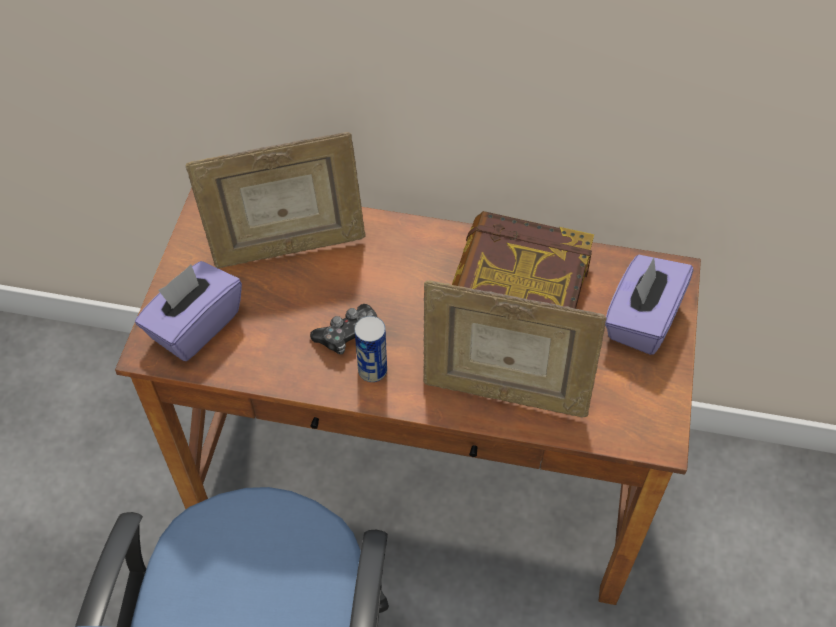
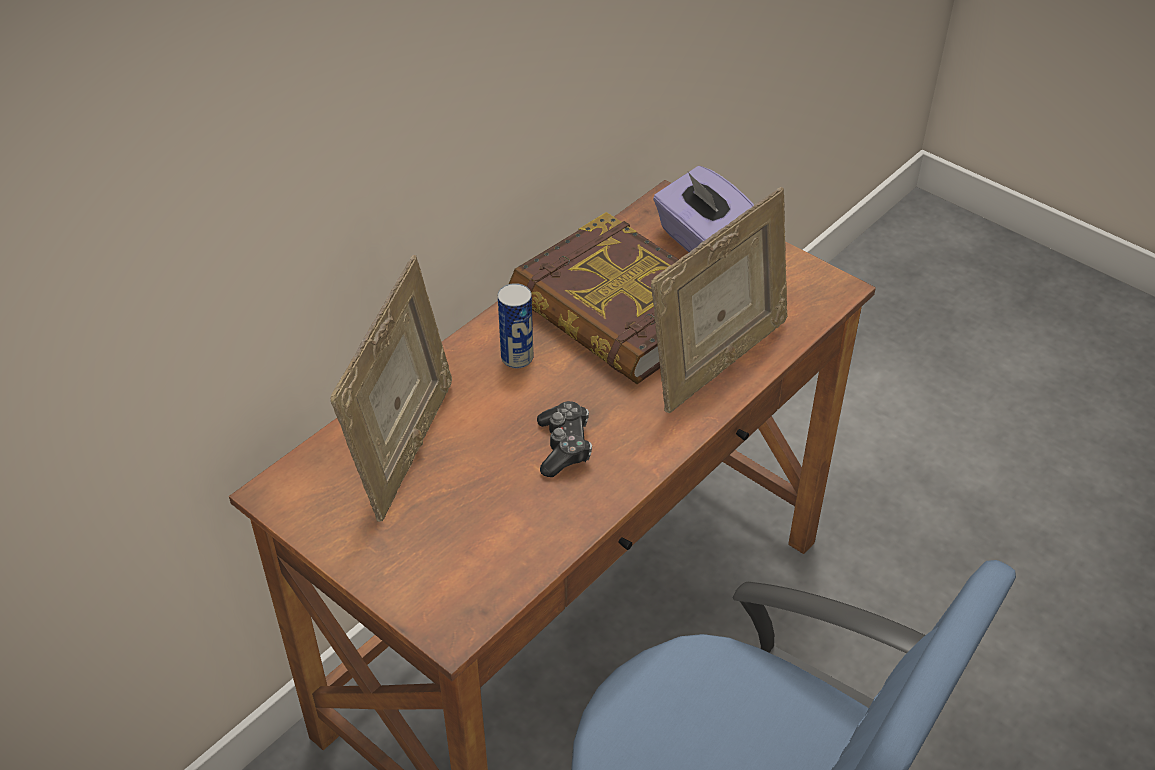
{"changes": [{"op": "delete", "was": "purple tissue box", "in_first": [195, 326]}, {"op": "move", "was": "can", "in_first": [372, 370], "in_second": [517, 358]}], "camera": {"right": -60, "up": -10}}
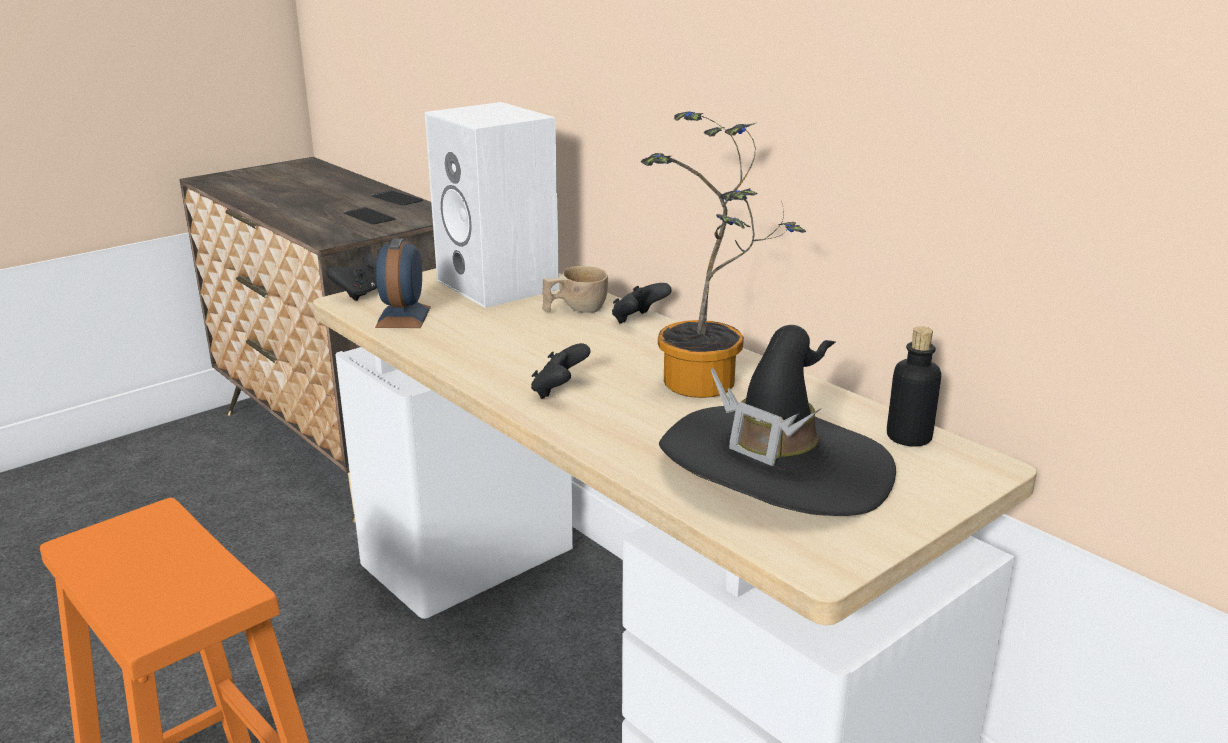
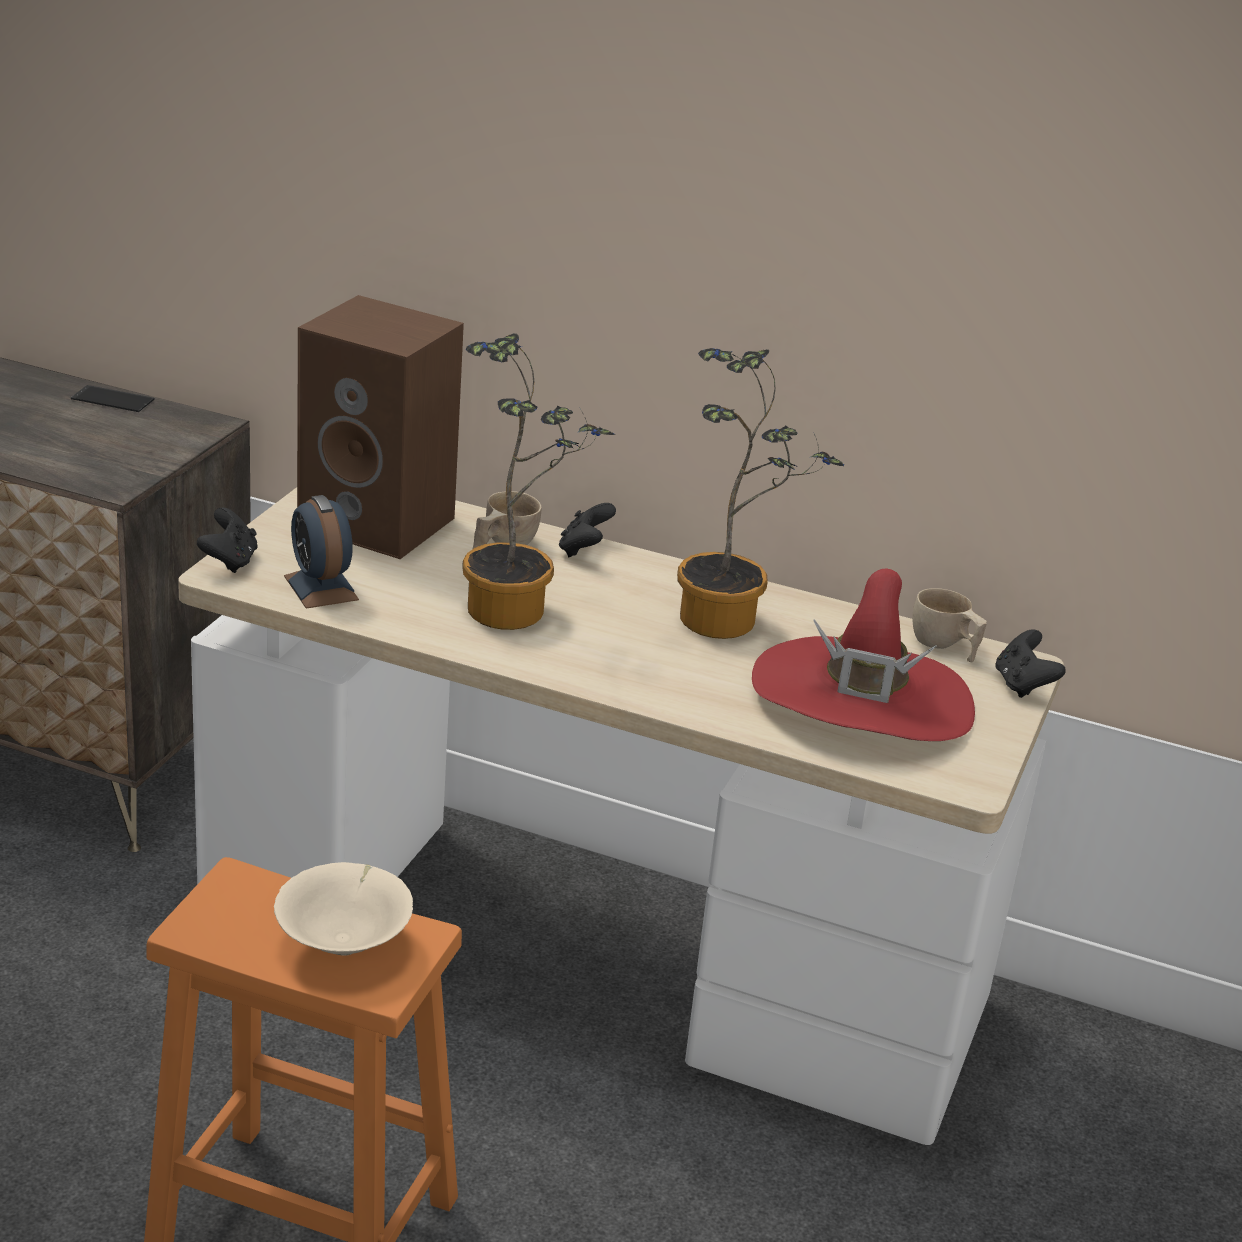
{"changes": [{"op": "delete", "was": "phone", "in_first": [369, 216]}, {"op": "insert", "now": "beige bowl", "in_second": [345, 943]}, {"op": "insert", "now": "potted plant", "in_second": [517, 610]}, {"op": "move", "was": "black game controller", "in_first": [559, 391], "in_second": [1022, 685]}, {"op": "replace", "was": "bottle", "now": "beige cup", "in_first": [909, 437], "in_second": [944, 647]}, {"op": "recolor", "was": "white speaker", "now": "brown speaker", "in_first": [501, 285], "in_second": [381, 522]}, {"op": "recolor", "was": "black hat", "now": "red hat", "in_first": [775, 467], "in_second": [862, 700]}], "camera": {"right": -30, "up": 5}}
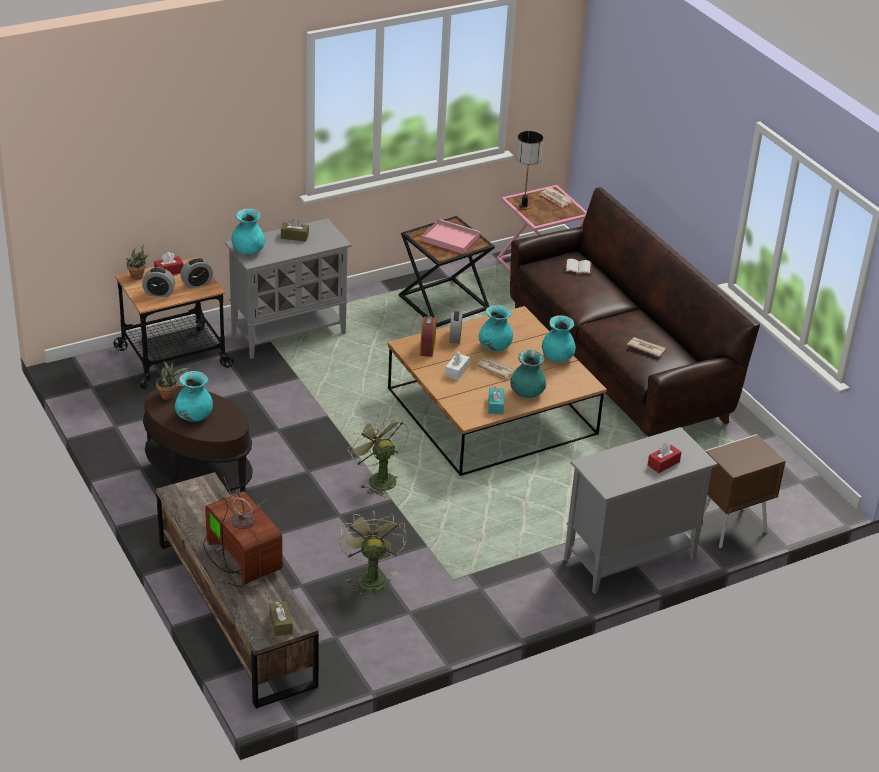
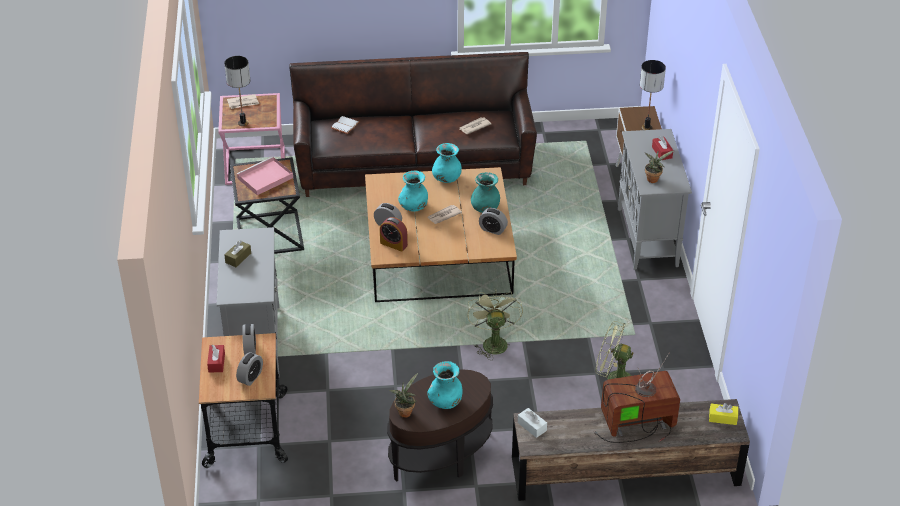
{"changes": [{"op": "delete", "was": "turquoise vase", "in_first": [248, 251]}, {"op": "insert", "now": "table lamp", "in_second": [647, 128]}, {"op": "move", "was": "potted plant", "in_first": [138, 276], "in_second": [653, 179]}, {"op": "move", "was": "white tissue box", "in_first": [457, 371], "in_second": [532, 426]}, {"op": "replace", "was": "turquoise tissue box", "now": "alarm clock", "in_first": [495, 405], "in_second": [493, 229]}, {"op": "recolor", "was": "brown tissue box", "now": "yellow tissue box", "in_first": [281, 623], "in_second": [722, 418]}, {"op": "rotate", "was": "green fan", "in_first": [378, 478], "in_second": [493, 342], "clockwise": 90}], "camera": {"right": -65, "up": 5}}
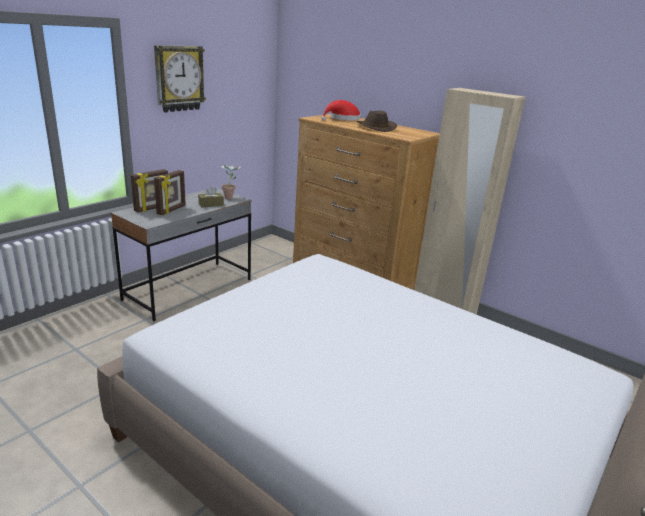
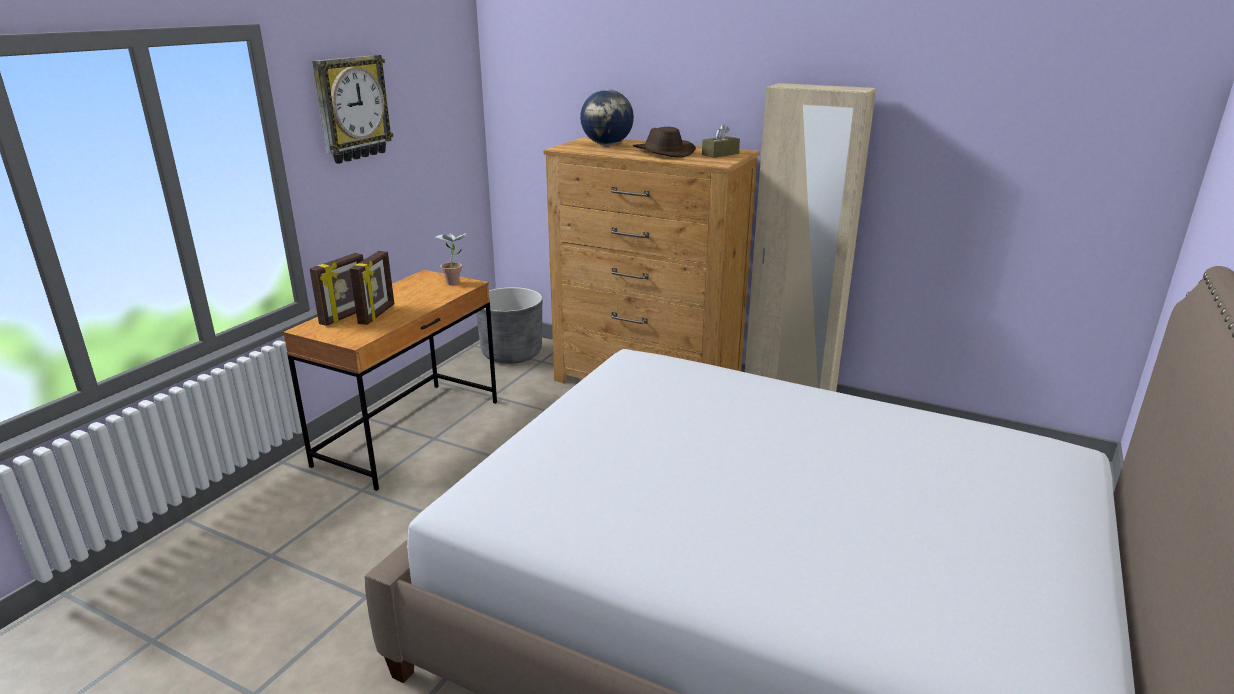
{"changes": [{"op": "insert", "now": "grey planter", "in_second": [511, 353]}, {"op": "move", "was": "brown tissue box", "in_first": [211, 204], "in_second": [720, 154]}, {"op": "replace", "was": "red hat", "now": "globe", "in_first": [342, 119], "in_second": [607, 144]}, {"op": "recolor", "was": "grey desk", "now": "brown desk", "in_first": [189, 289], "in_second": [410, 432]}], "camera": {"right": -10, "up": 0}}
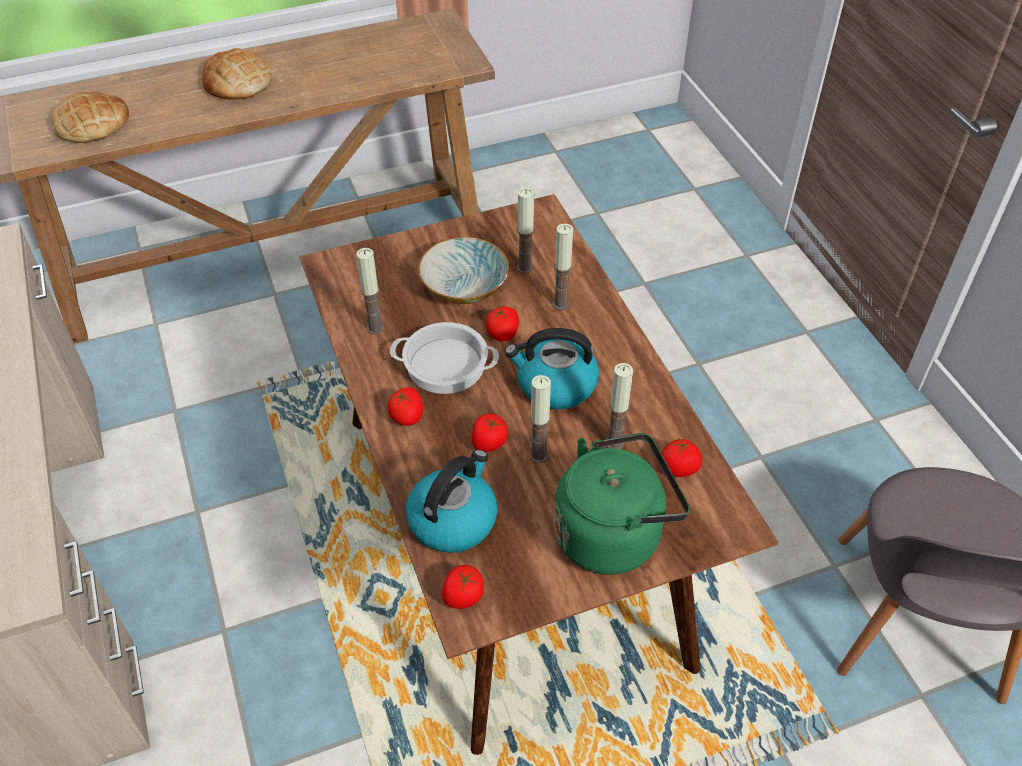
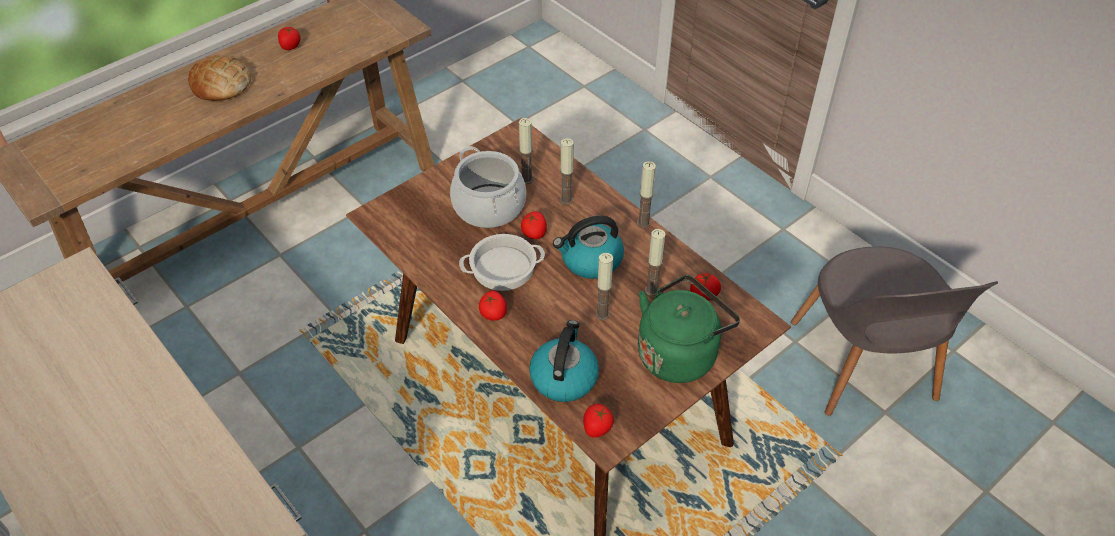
{"changes": [{"op": "delete", "was": "bread", "in_first": [91, 124]}, {"op": "move", "was": "candle", "in_first": [375, 328], "in_second": [643, 223]}, {"op": "move", "was": "tomato", "in_first": [489, 443], "in_second": [290, 46]}, {"op": "replace", "was": "bowl", "now": "cooking pot", "in_first": [465, 288], "in_second": [489, 206]}], "camera": {"right": -20, "up": 0}}
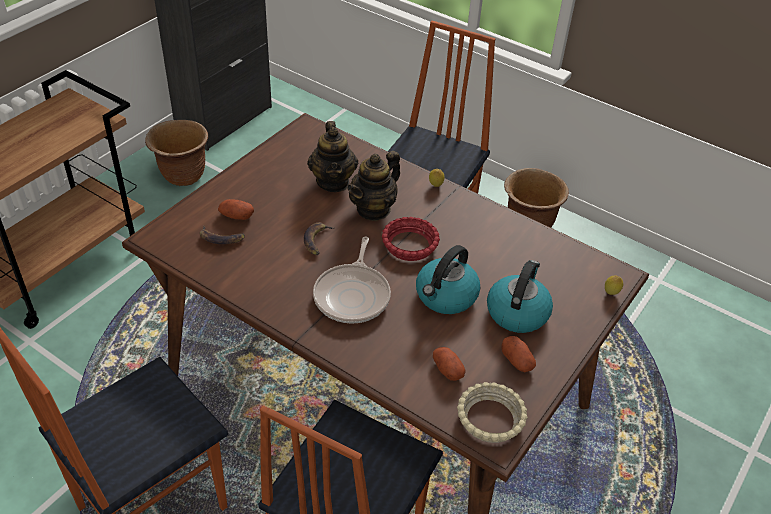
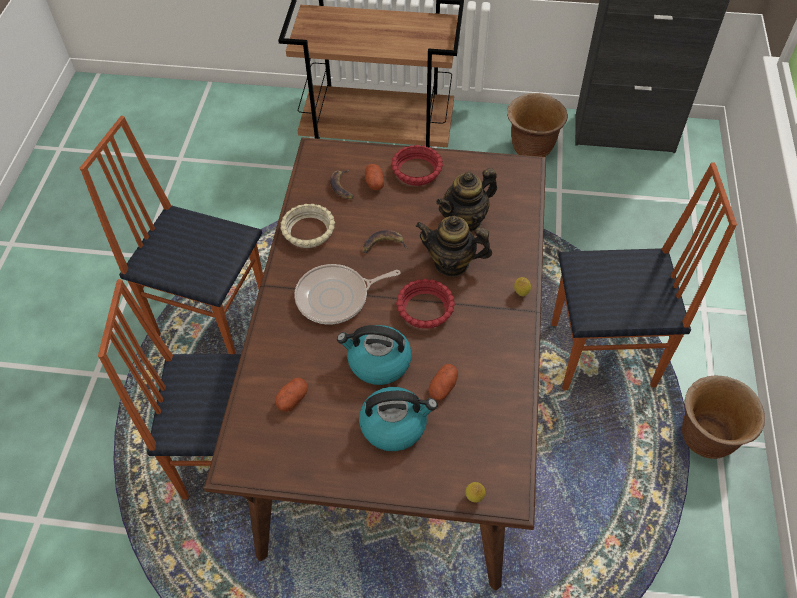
{"changes": [{"op": "insert", "now": "red bowl", "in_second": [417, 170]}, {"op": "move", "was": "beige bowl", "in_first": [491, 419], "in_second": [308, 231]}, {"op": "move", "was": "potato", "in_first": [517, 361], "in_second": [443, 387]}], "camera": {"right": 65, "up": 10}}
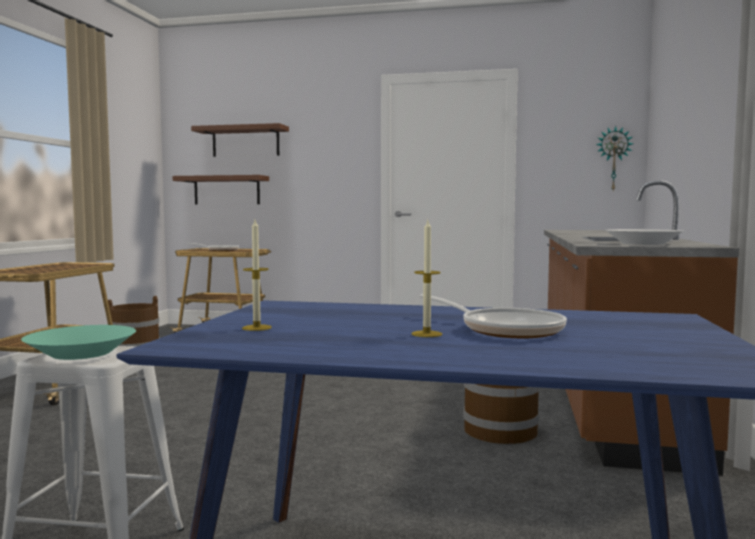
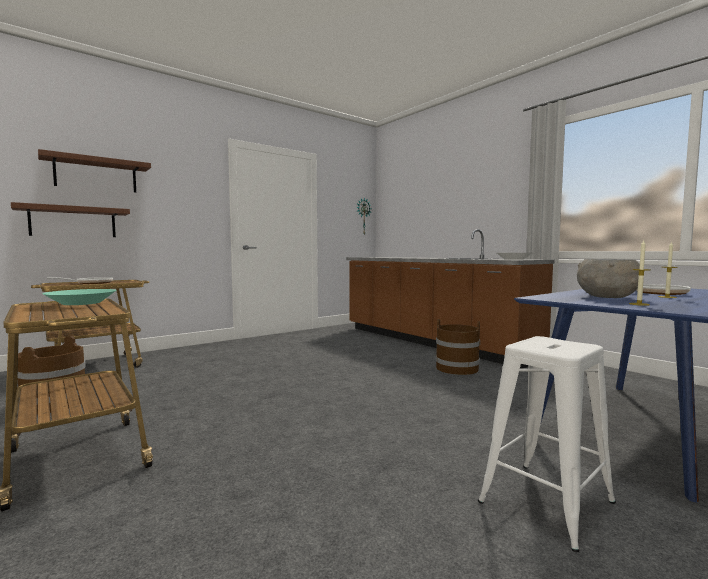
{"changes": [{"op": "insert", "now": "grey bowl", "in_second": [607, 297]}, {"op": "move", "was": "turquoise bowl", "in_first": [81, 353], "in_second": [81, 303]}], "camera": {"right": -50, "up": 0}}
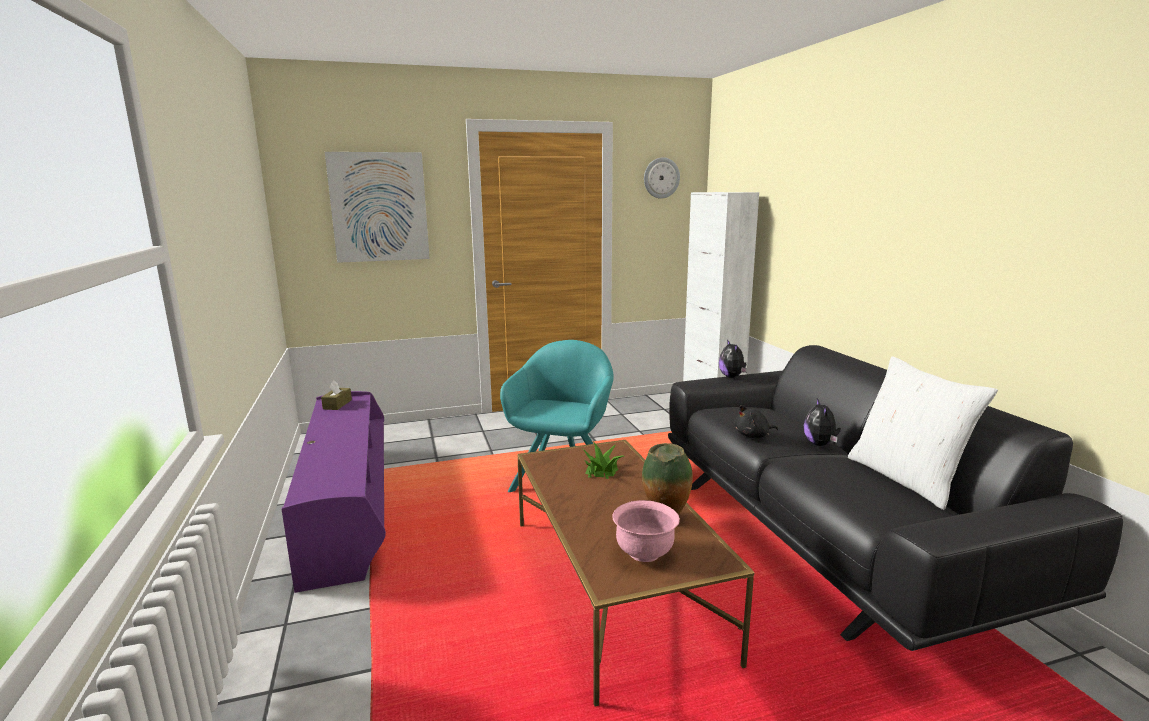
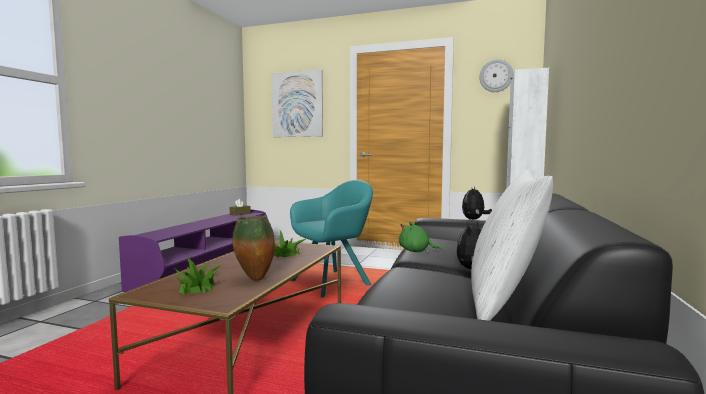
{"changes": [{"op": "replace", "was": "pink bowl", "now": "potted plant", "in_first": [644, 553], "in_second": [196, 288]}, {"op": "recolor", "was": "black plush toy", "now": "green plush toy", "in_first": [753, 436], "in_second": [416, 251]}], "camera": {"right": 35, "up": -10}}
